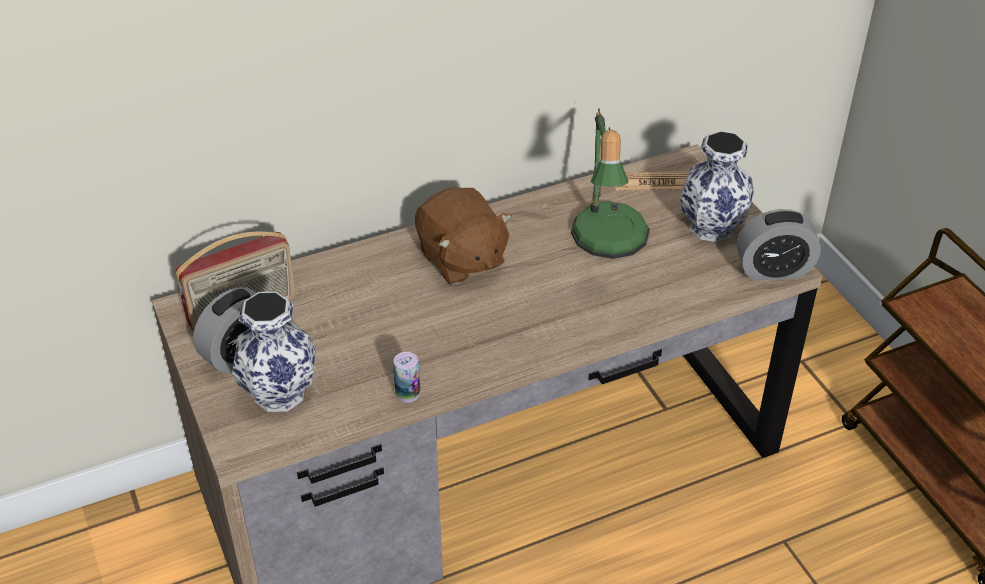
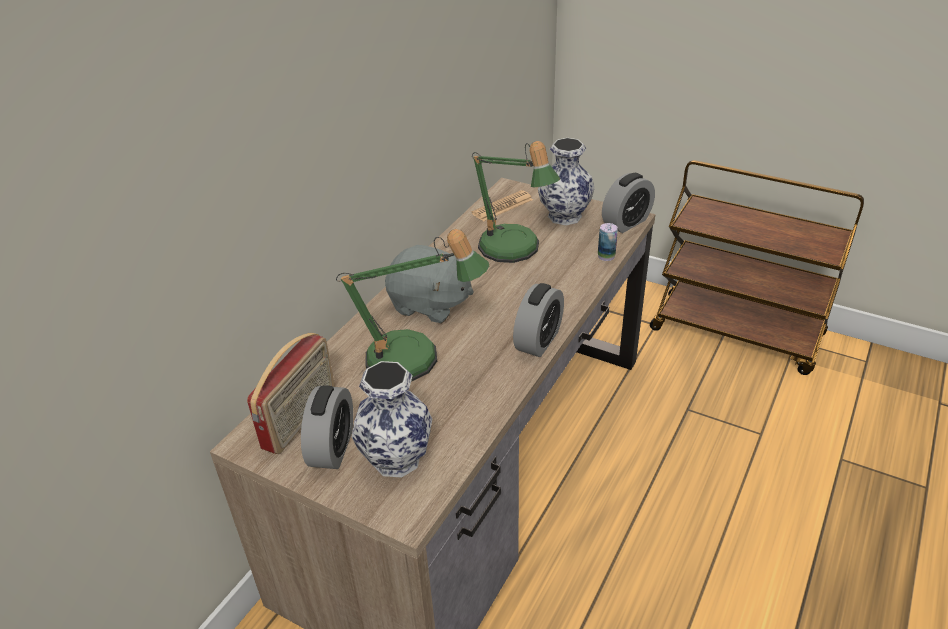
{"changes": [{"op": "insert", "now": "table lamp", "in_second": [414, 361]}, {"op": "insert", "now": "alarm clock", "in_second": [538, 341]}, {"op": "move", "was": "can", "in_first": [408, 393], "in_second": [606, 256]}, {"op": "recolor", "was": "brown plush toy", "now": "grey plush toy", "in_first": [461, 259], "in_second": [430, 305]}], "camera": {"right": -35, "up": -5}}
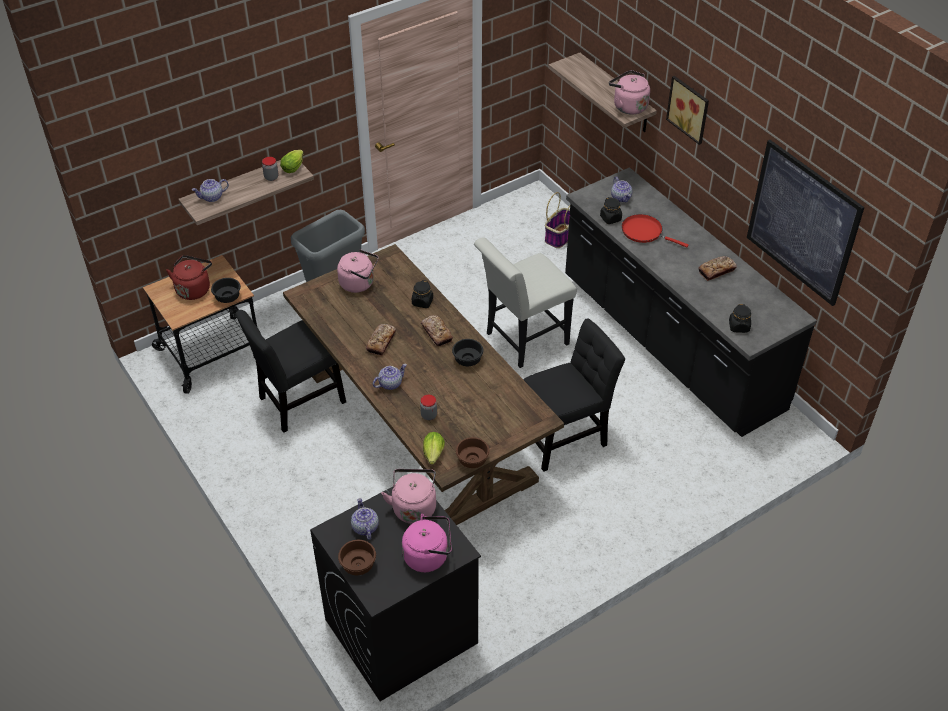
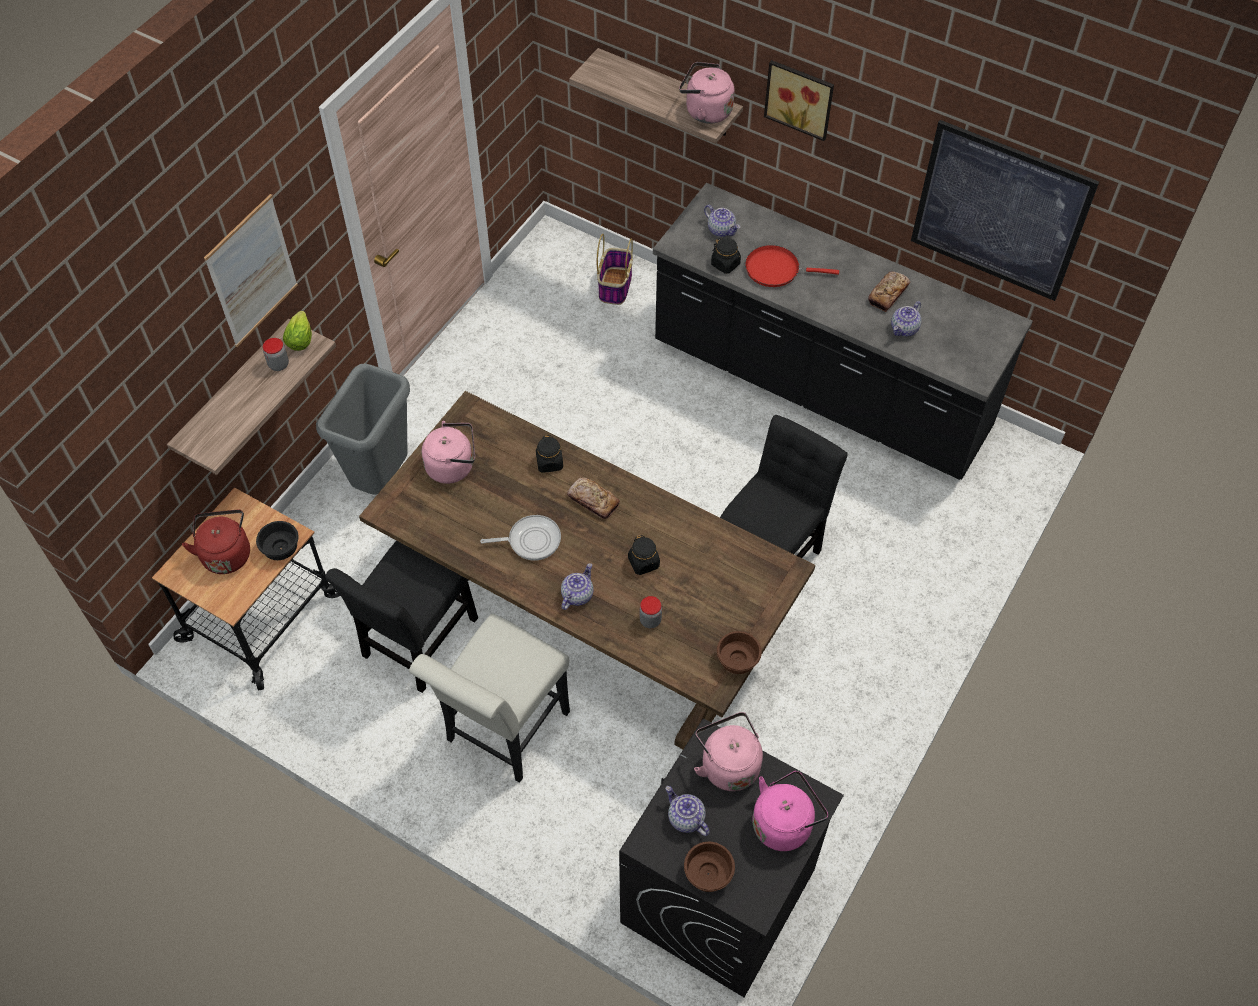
{"changes": [{"op": "delete", "was": "lettuce", "in_first": [433, 456]}, {"op": "delete", "was": "black bowl", "in_first": [468, 359]}, {"op": "insert", "now": "picture", "in_second": [252, 271]}, {"op": "move", "was": "teapot", "in_first": [212, 197], "in_second": [904, 329]}, {"op": "move", "was": "white chair", "in_first": [522, 341], "in_second": [502, 733]}, {"op": "move", "was": "black jar", "in_first": [739, 327], "in_second": [644, 563]}, {"op": "replace", "was": "bread", "now": "frying pan", "in_first": [381, 342], "in_second": [531, 540]}], "camera": {"right": -25, "up": 10}}
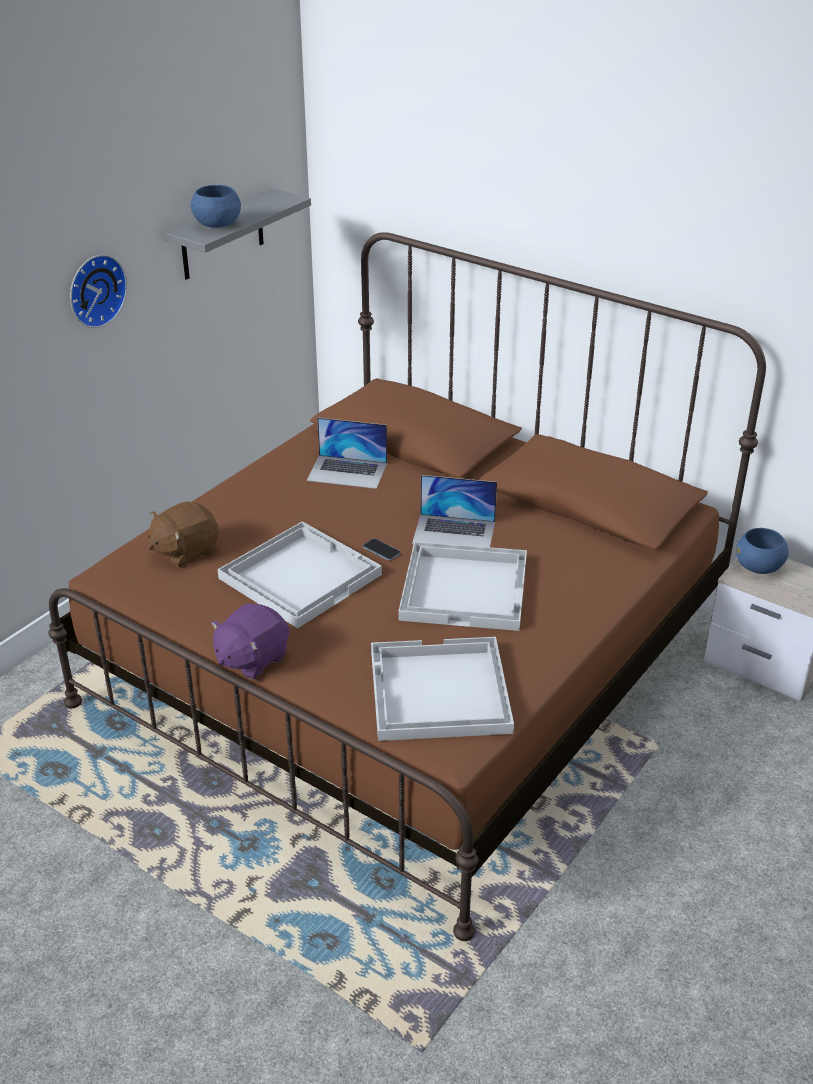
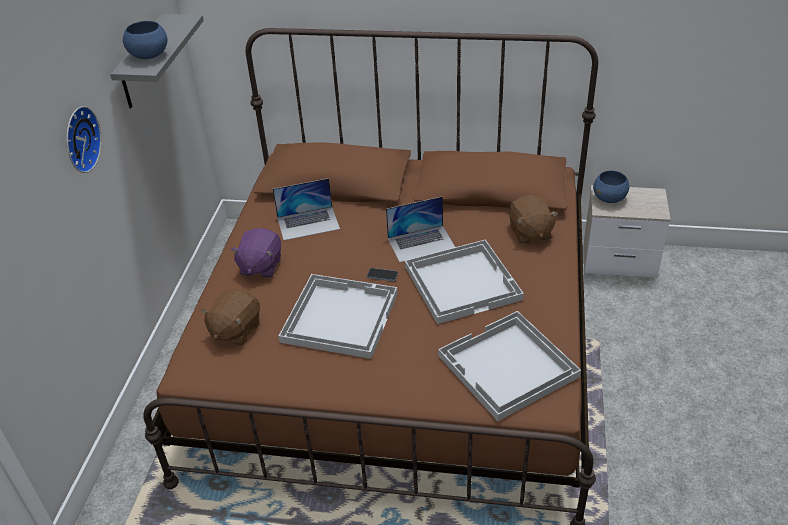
{"changes": [{"op": "insert", "now": "brown plush toy", "in_second": [529, 233]}, {"op": "move", "was": "purple plush toy", "in_first": [251, 659], "in_second": [260, 266]}], "camera": {"right": -25, "up": 5}}
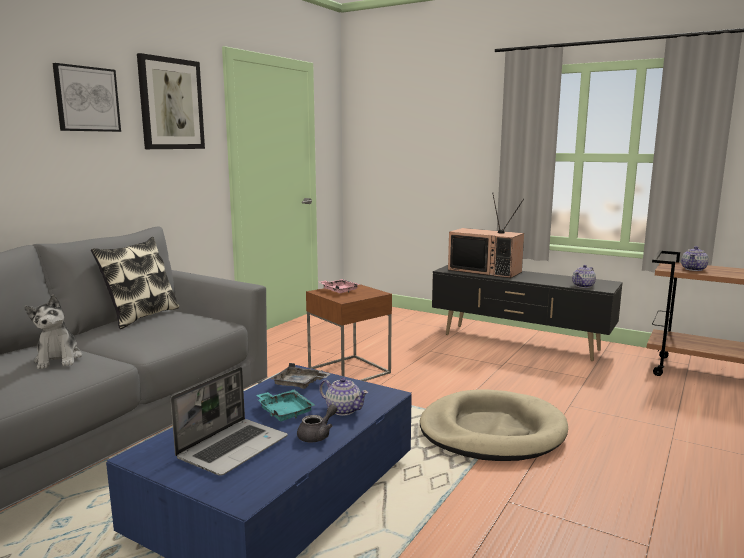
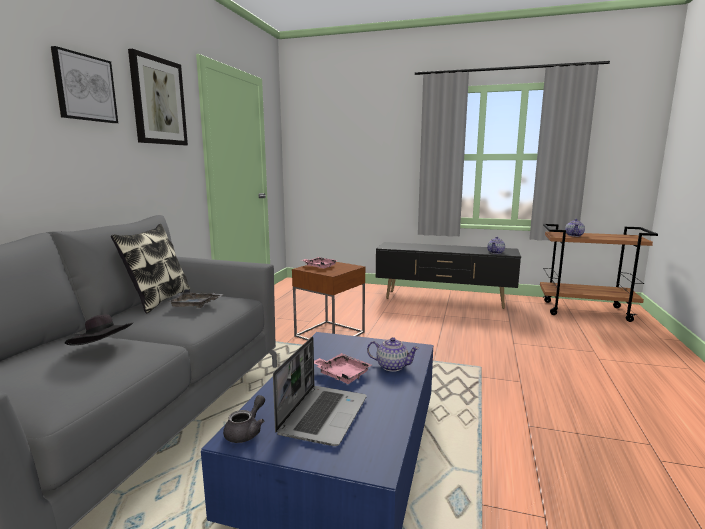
{"changes": [{"op": "delete", "was": "beige dog bed", "in_first": [492, 431]}, {"op": "delete", "was": "television", "in_first": [486, 271]}, {"op": "move", "was": "grey tray", "in_first": [299, 384], "in_second": [195, 305]}, {"op": "move", "was": "grey teapot", "in_first": [317, 435], "in_second": [246, 431]}, {"op": "replace", "was": "plush toy", "now": "black hat", "in_first": [58, 359], "in_second": [103, 348]}, {"op": "recolor", "was": "turquoise tray", "now": "pink tray", "in_first": [284, 411], "in_second": [342, 374]}], "camera": {"right": -15, "up": 0}}
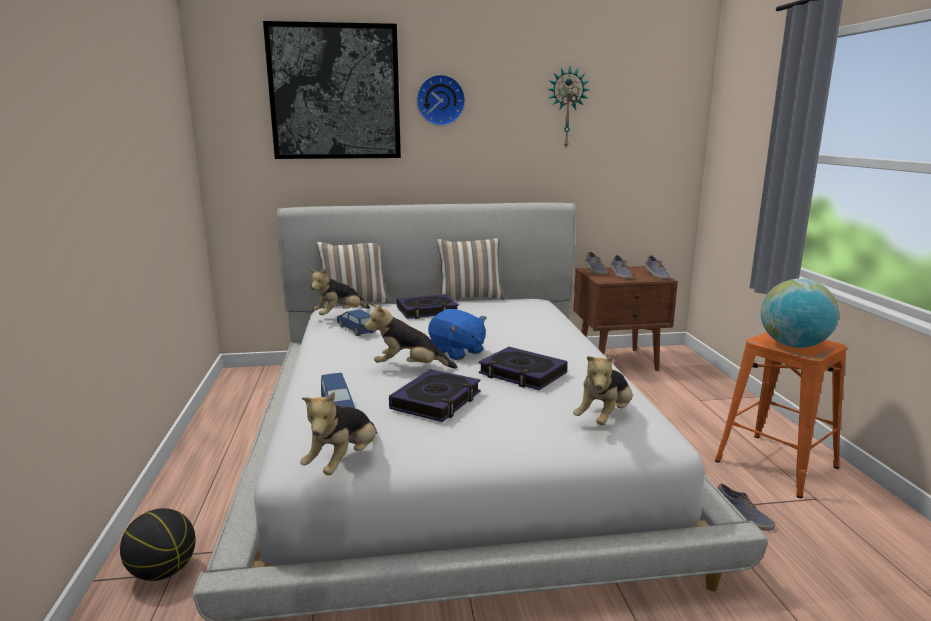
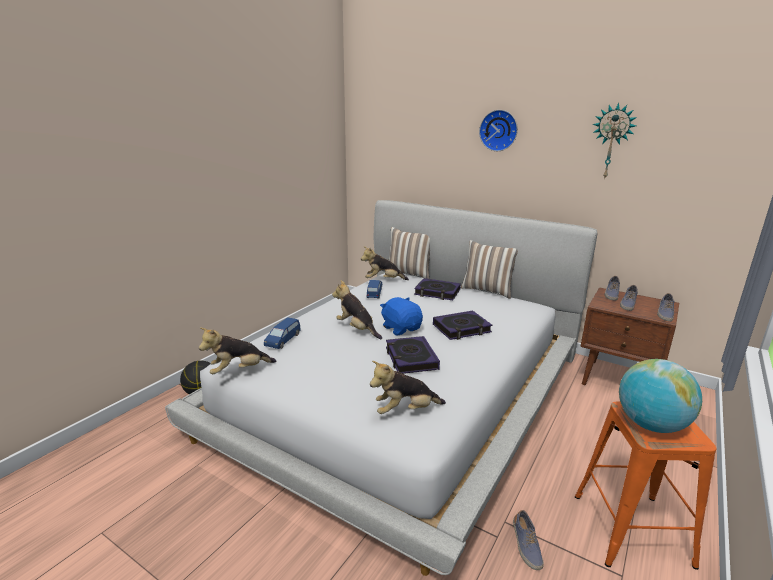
{"changes": [{"op": "delete", "was": "picture", "in_first": [335, 92]}, {"op": "move", "was": "book", "in_first": [436, 401], "in_second": [461, 329]}, {"op": "rotate", "was": "blue plush toy", "in_first": [457, 352], "in_second": [401, 328], "clockwise": 150}], "camera": {"right": 40, "up": 5}}
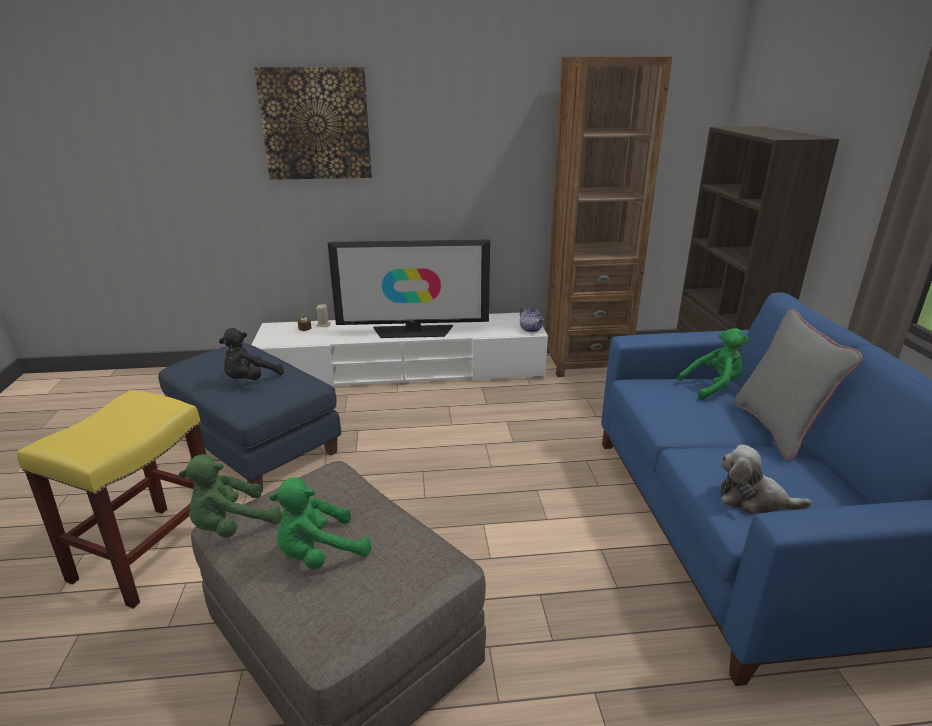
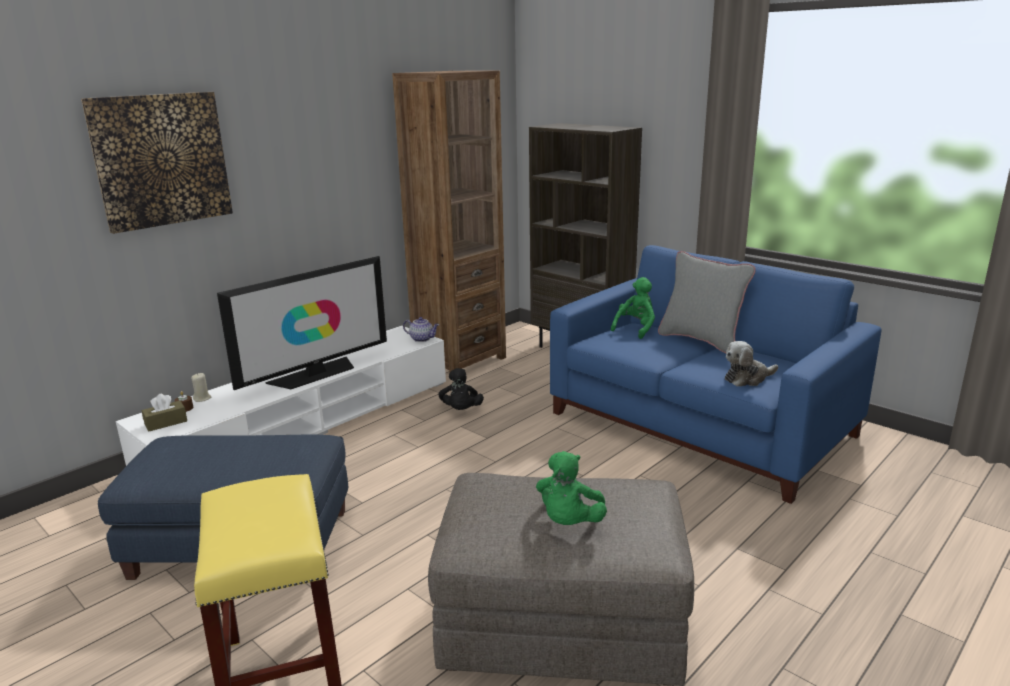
{"changes": [{"op": "delete", "was": "green plush toy", "in_first": [232, 526]}, {"op": "insert", "now": "brown tissue box", "in_second": [166, 423]}, {"op": "move", "was": "black plush toy", "in_first": [250, 380], "in_second": [461, 411]}], "camera": {"right": -40, "up": -5}}
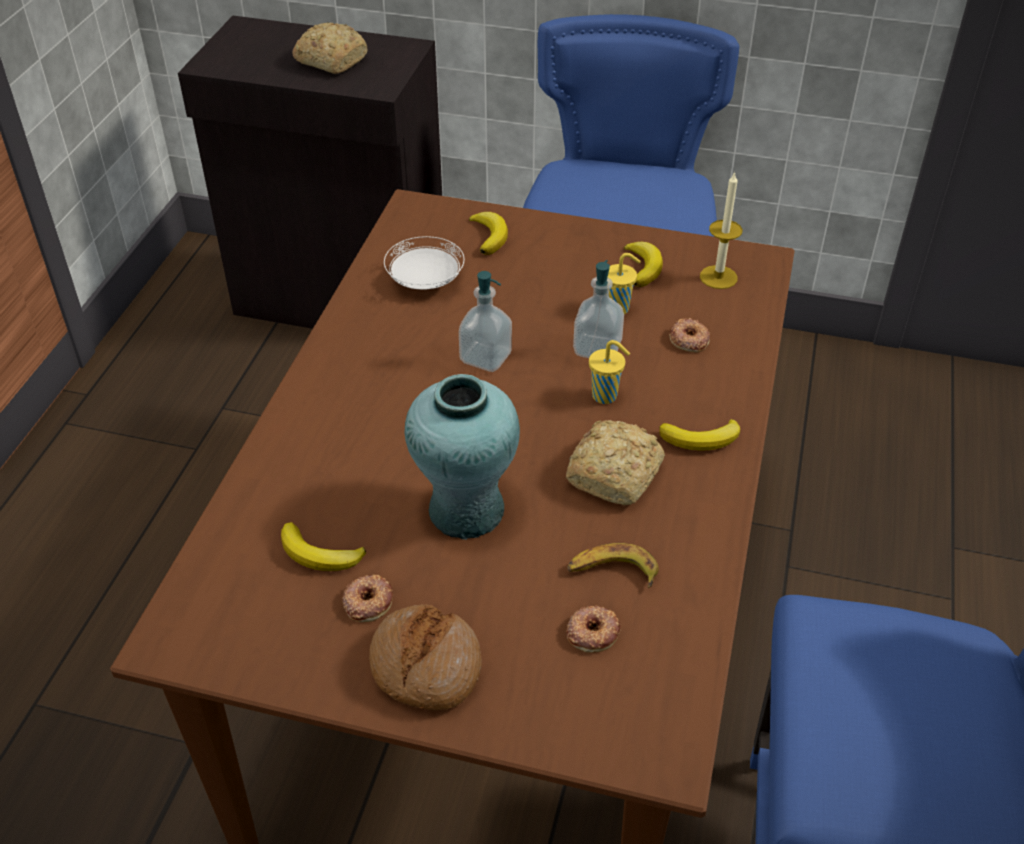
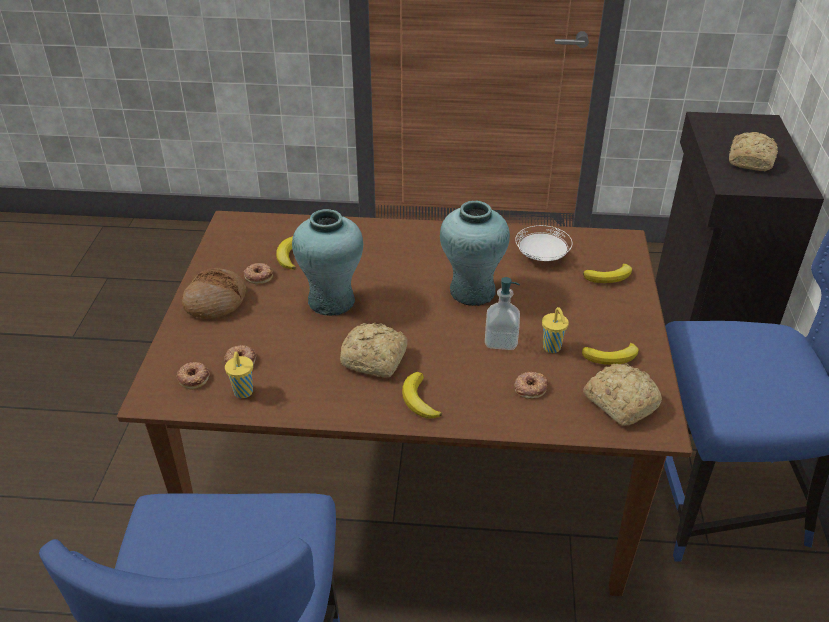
{"changes": [{"op": "delete", "was": "banana", "in_first": [612, 572]}, {"op": "insert", "now": "donut", "in_second": [194, 378]}, {"op": "move", "was": "yellow cup", "in_first": [606, 396], "in_second": [243, 393]}, {"op": "replace", "was": "soap dispenser", "now": "turquoise vase", "in_first": [485, 358], "in_second": [472, 291]}, {"op": "replace", "was": "candle", "now": "bread", "in_first": [718, 277], "in_second": [620, 401]}], "camera": {"right": 80, "up": -5}}
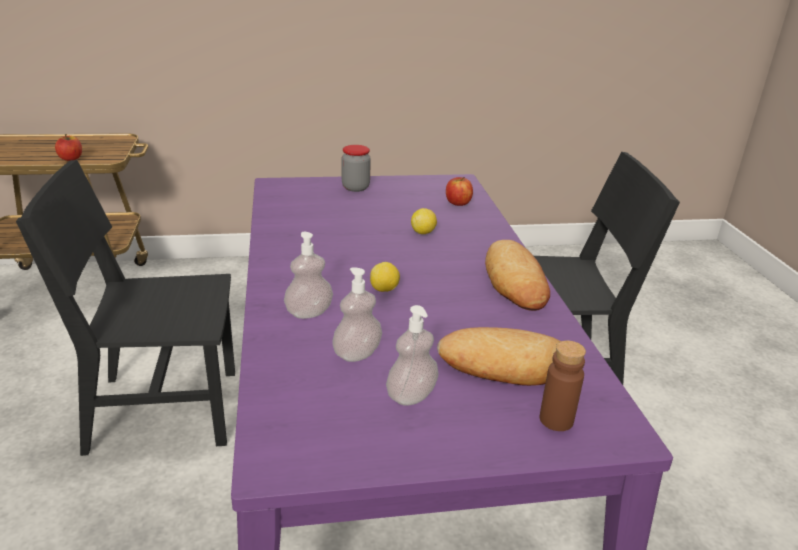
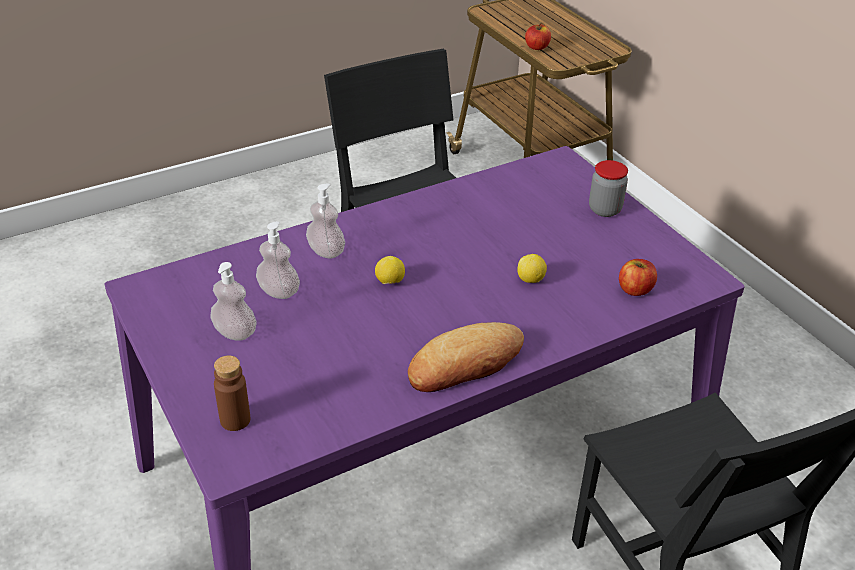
{"changes": [{"op": "delete", "was": "bread", "in_first": [507, 365]}], "camera": {"right": 70, "up": 10}}
